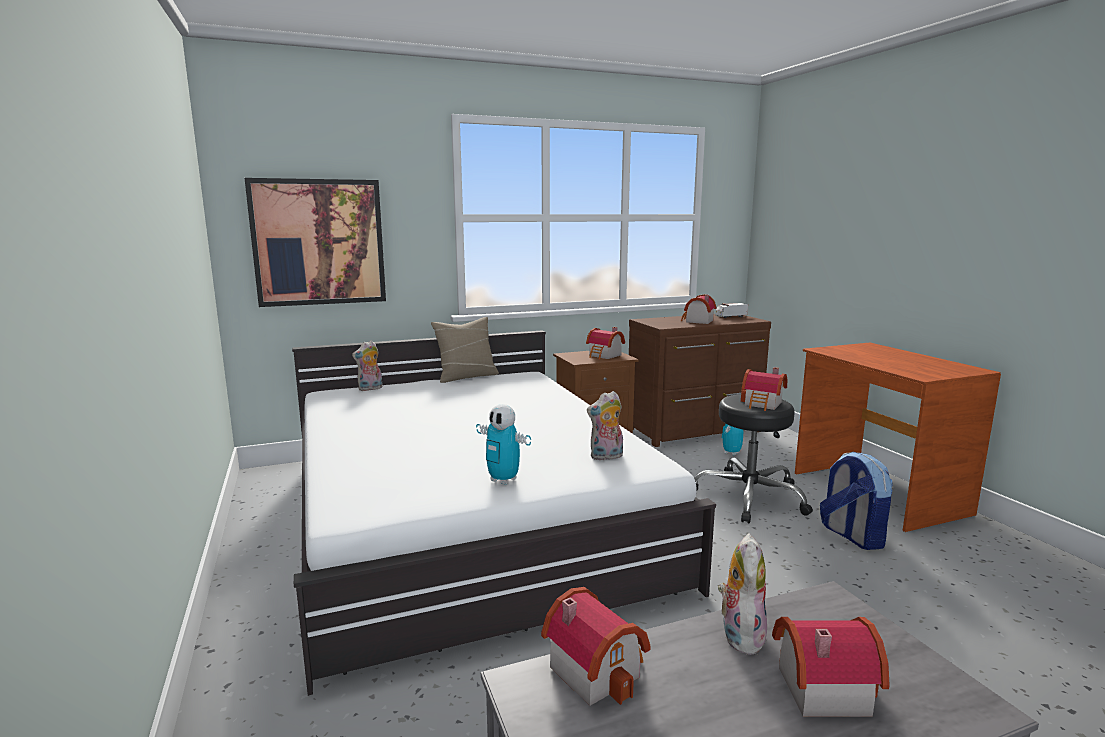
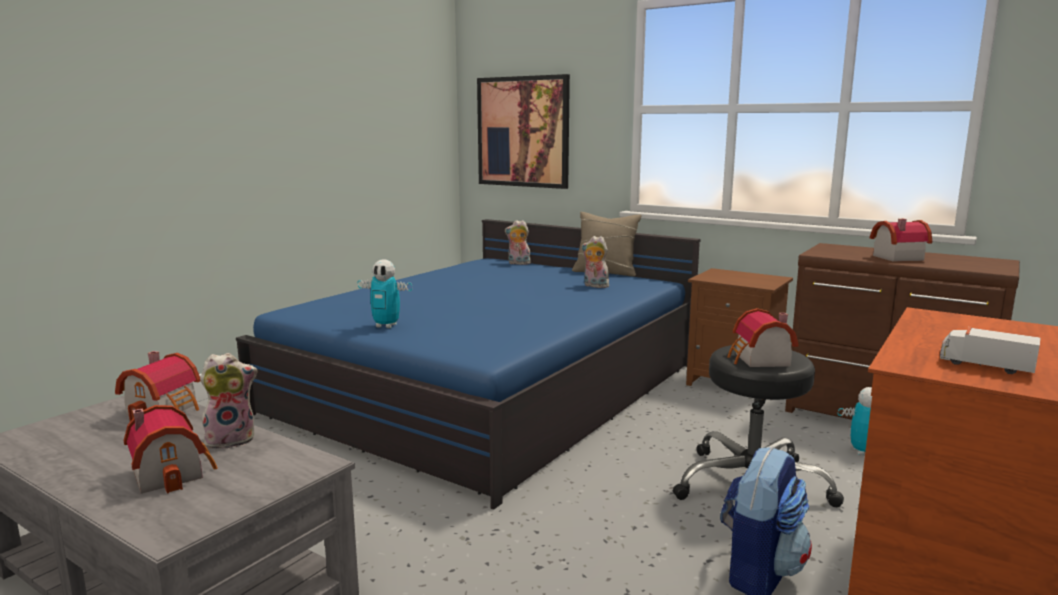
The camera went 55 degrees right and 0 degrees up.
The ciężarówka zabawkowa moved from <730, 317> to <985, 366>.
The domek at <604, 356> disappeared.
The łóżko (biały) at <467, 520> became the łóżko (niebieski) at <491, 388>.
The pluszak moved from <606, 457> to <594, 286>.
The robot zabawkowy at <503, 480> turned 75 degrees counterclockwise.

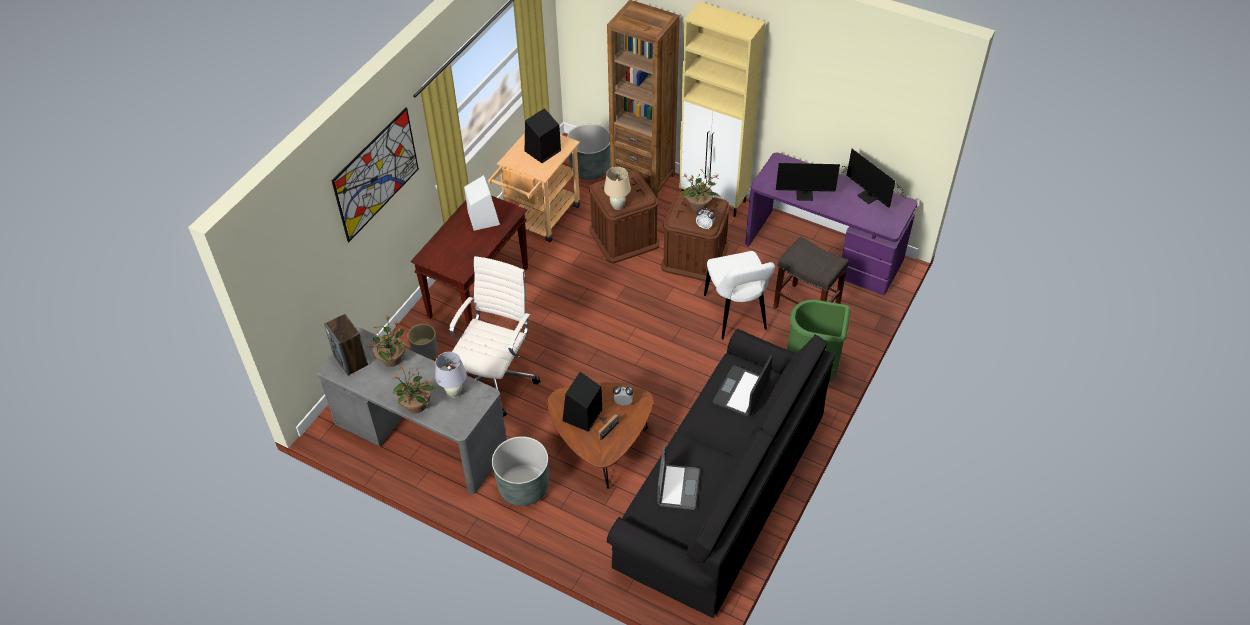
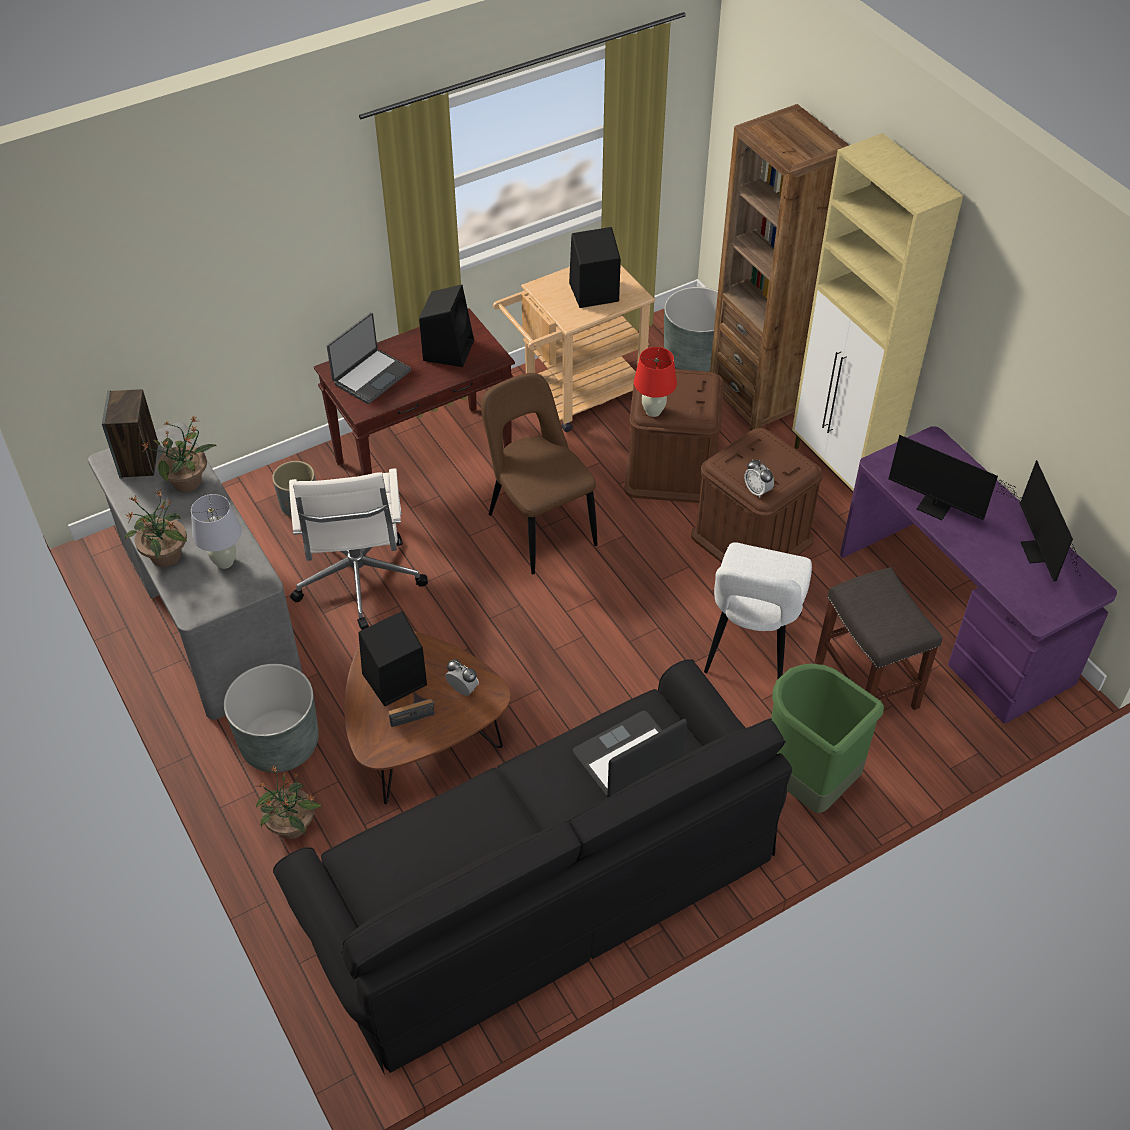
The camera went 30 degrees right and 0 degrees up.
The obraz at <376, 174> disappeared.
The lampa stołowa (beżowy) at <617, 206> became the lampa stołowa (czerwony) at <653, 411>.
The roślina doniczkowa moved from <699, 206> to <292, 826>.
The głośnik (biały) at <483, 218> became the głośnik (czarny) at <448, 349>.
The krzesło biurowe (biały) at <496, 378> turned 120 degrees clockwise.
The laptop moved from <677, 487> to <371, 376>.
The krzesło (brązowy) at <539, 526> appeared.

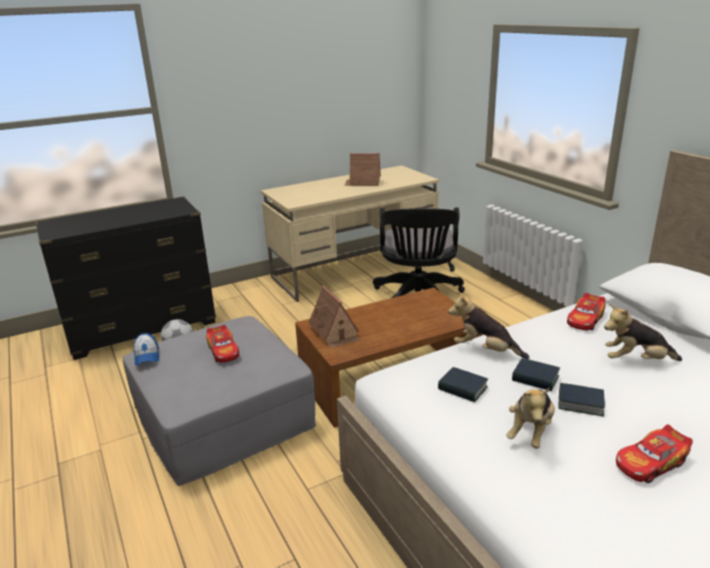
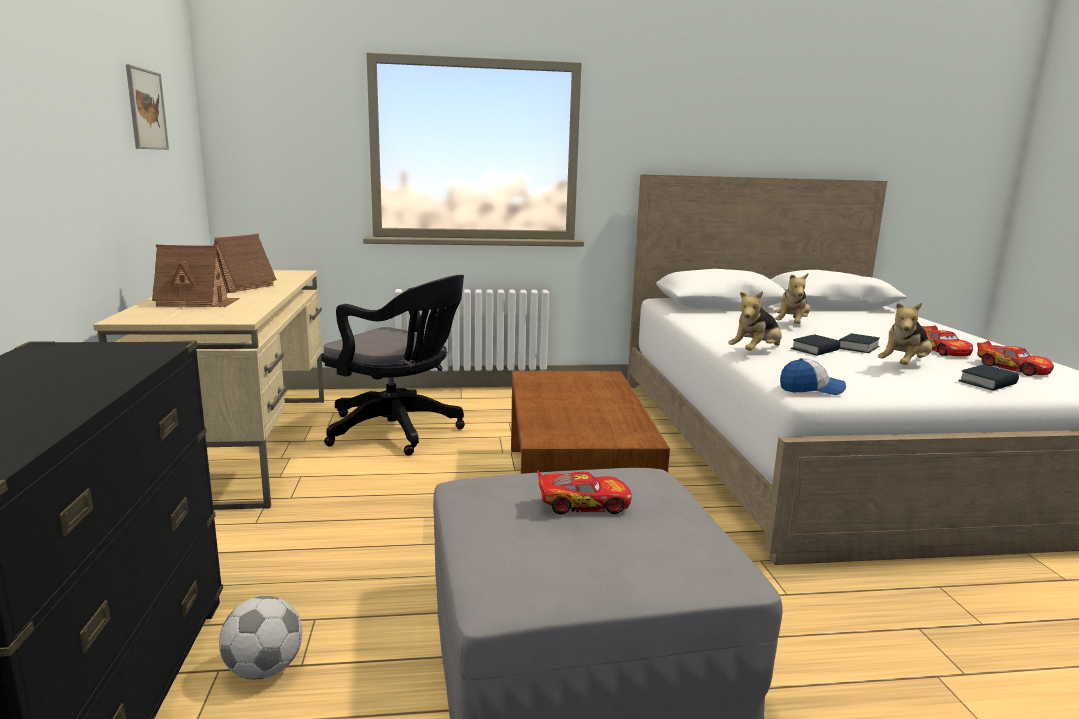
The camera went 70 degrees left and 10 degrees down.
The domek moved from <334, 332> to <197, 302>.
The samochodzik moved from <585, 319> to <1012, 368>.
The czapka z daszkiem moved from <147, 356> to <811, 389>.
The książka moved from <462, 389> to <988, 383>.
The pluszak at <530, 432> turned 90 degrees clockwise.
The obraz at <146, 109> appeared.

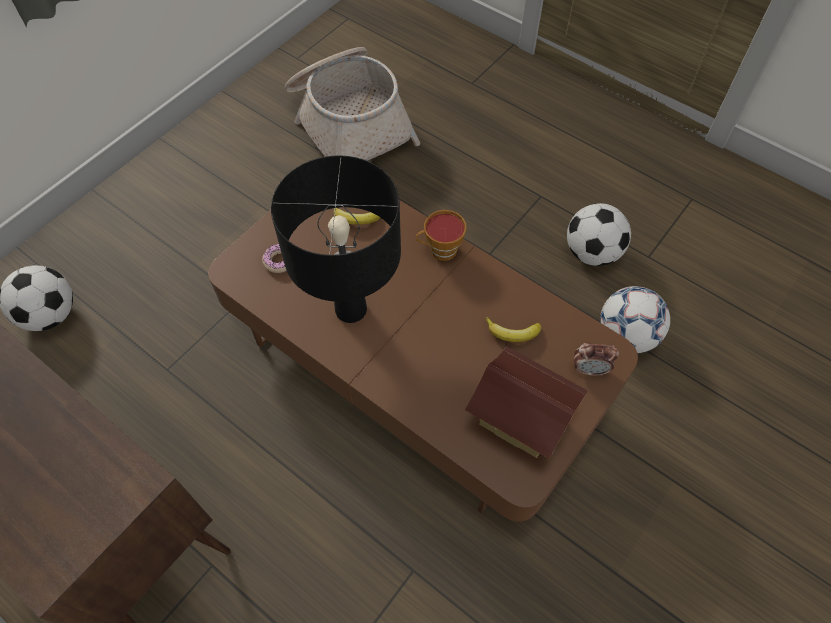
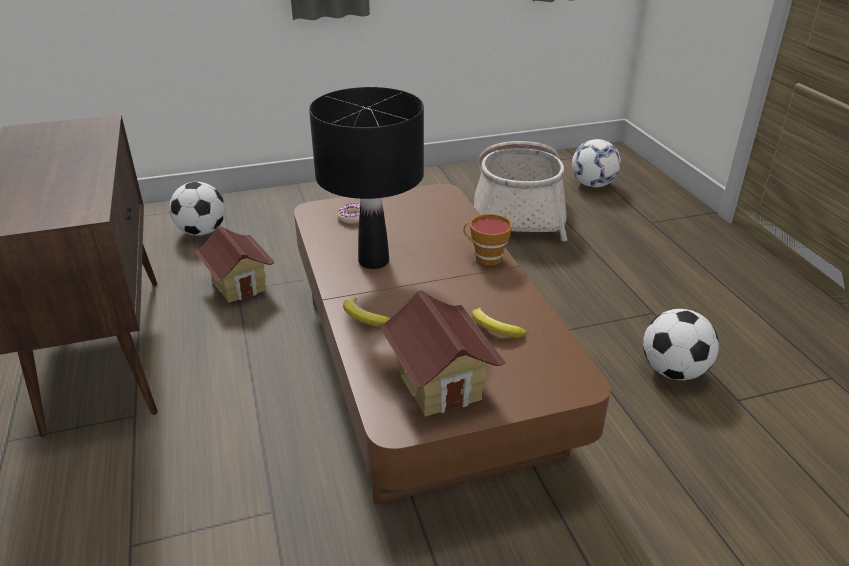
The camera went 35 degrees right and 25 degrees down.
The banan moved from <356, 219> to <365, 318>.
The piłka futbolowa moved from <626, 335> to <593, 185>.
The budzik at <589, 369> disappeared.
The domek at <239, 285> appeared.

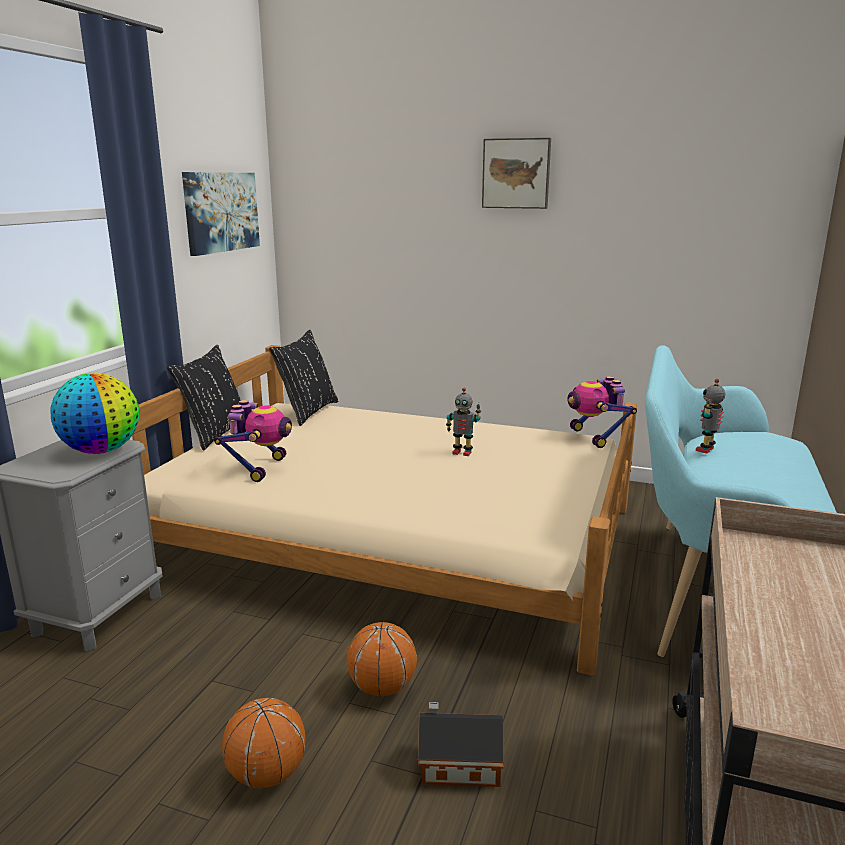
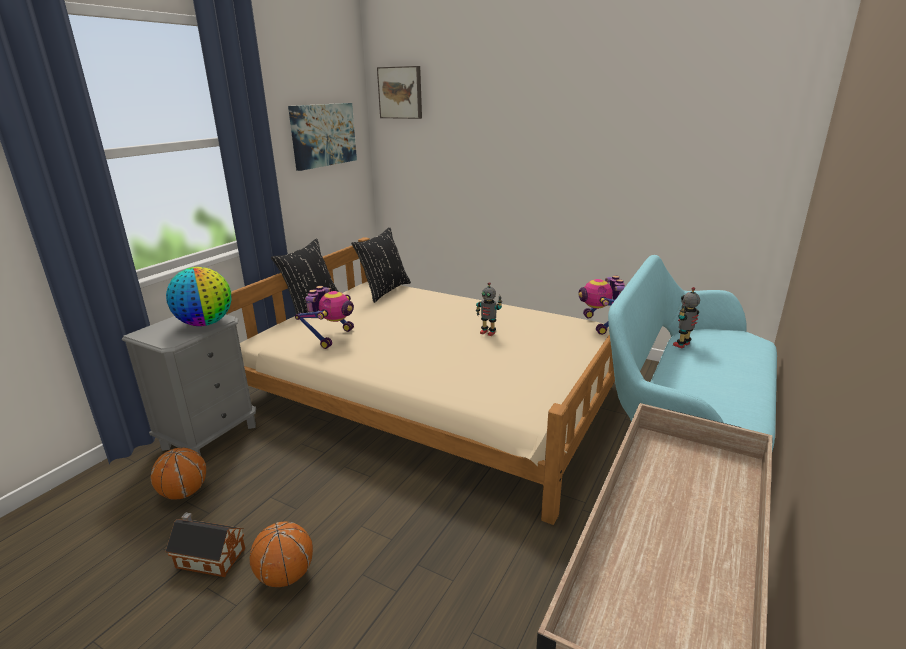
The camera went 10 degrees right and 5 degrees up.
The obraz moved from <516, 173> to <401, 92>.
The piłka do koszykówki moved from <382, 688> to <184, 493>.
The domek moved from <456, 764> to <209, 557>.

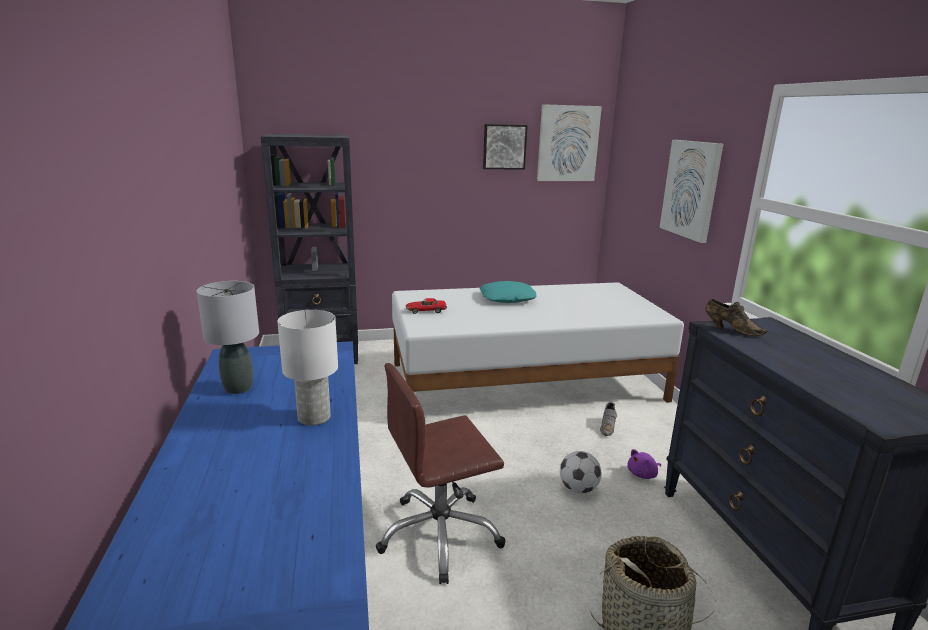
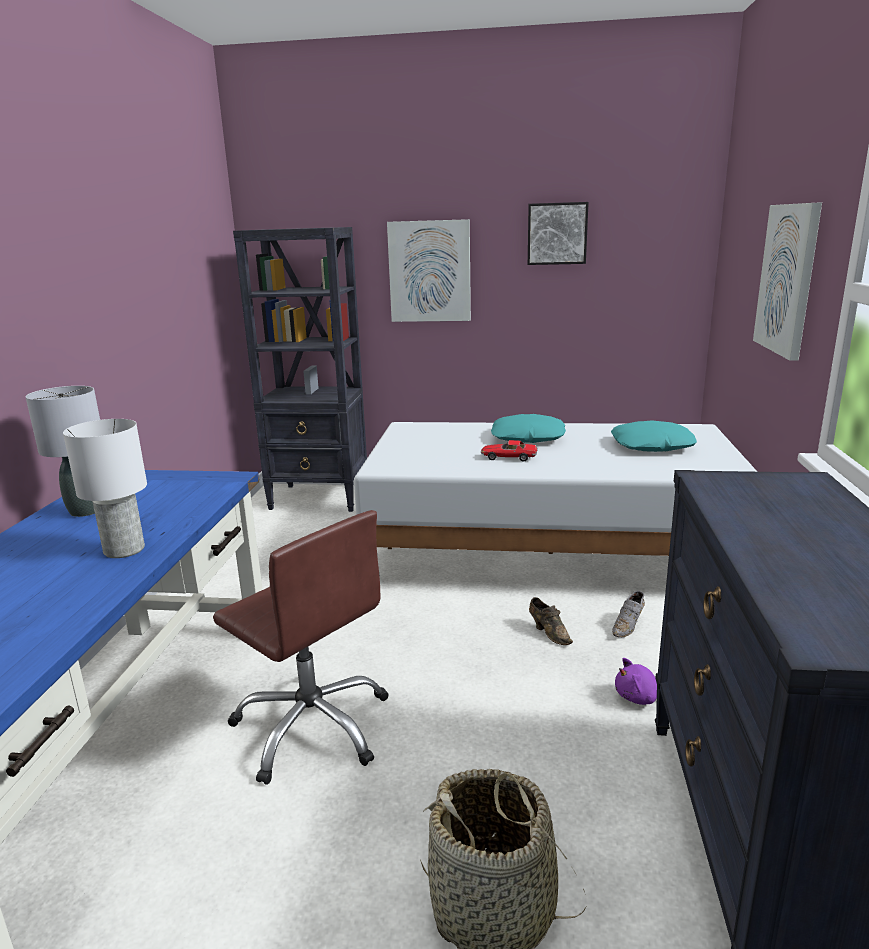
The camera went 20 degrees right and 0 degrees up.
The obraz moved from <568, 143> to <429, 271>.
The samochodzik moved from <426, 311> to <508, 457>.
The but (brązowy) moved from <730, 329> to <549, 632>.
The krzesło biurowe (brązowy) at <440, 535> turned 135 degrees counterclockwise.
The piłka futbolowa at <578, 489> disappeared.
The poduszka (turkusowy) at <652, 446> appeared.

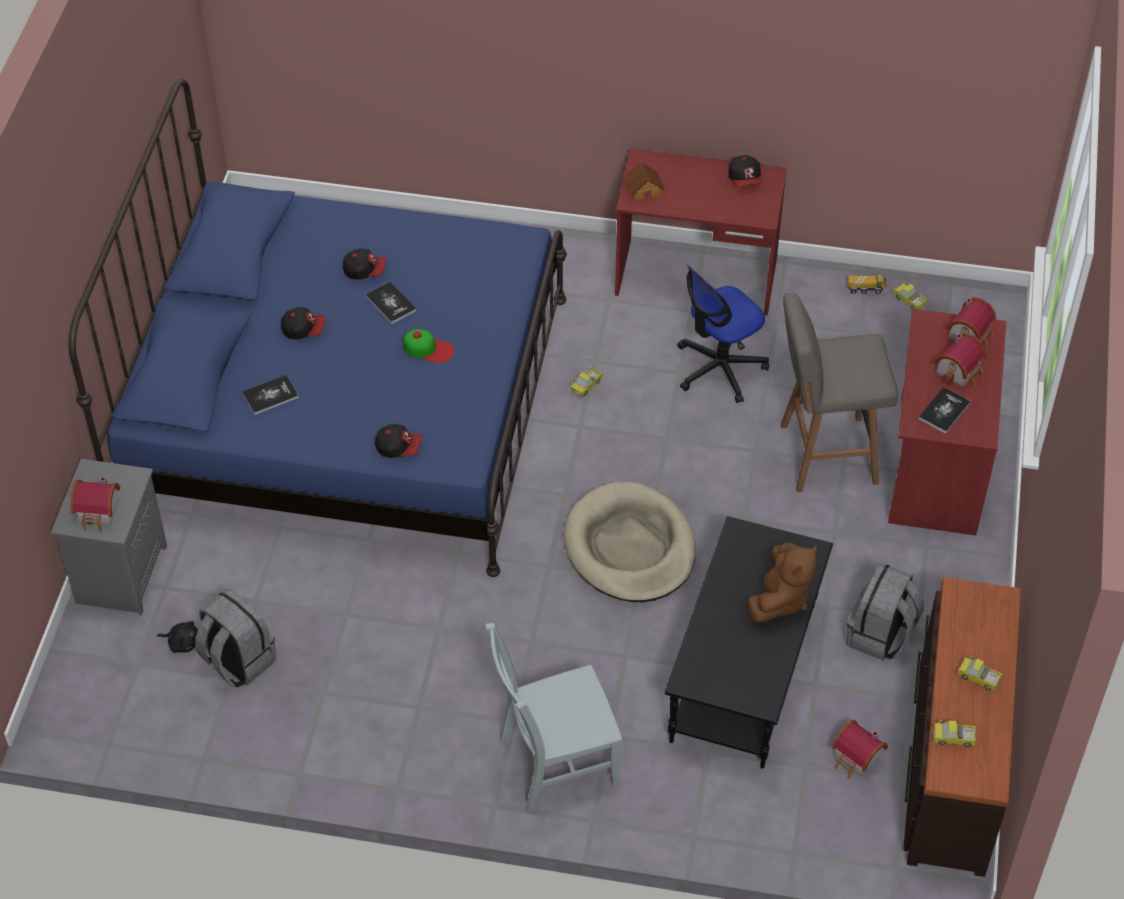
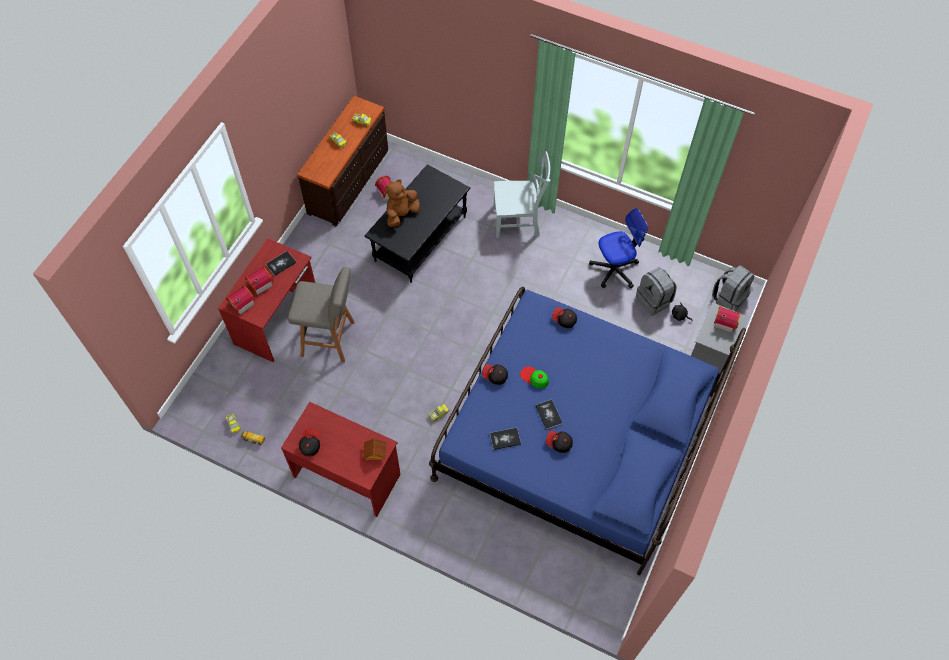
The camera went 165 degrees left and 10 degrees up.
The krzesło biurowe moved from <719, 368> to <614, 269>.
The czapka z daszkiem moved from <304, 329> to <495, 376>.
The książka moved from <270, 396> to <505, 439>.
The legowisko (beżowy) at <630, 547> disappeared.
The plecak (szary) moved from <880, 635> to <729, 297>.

